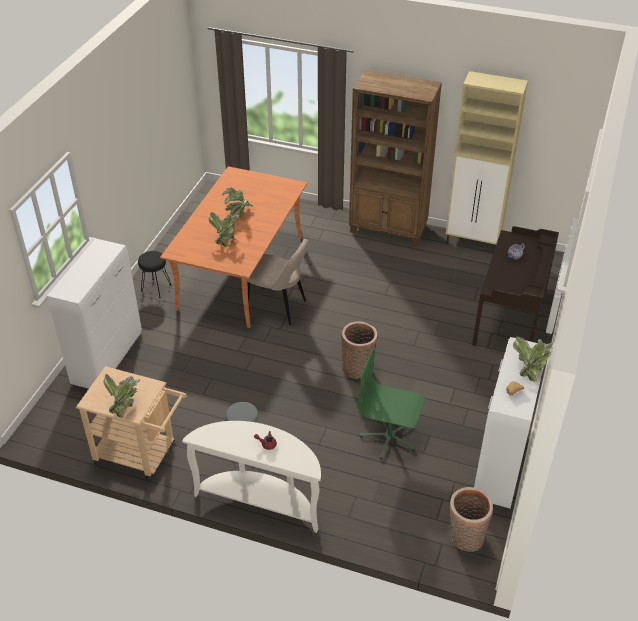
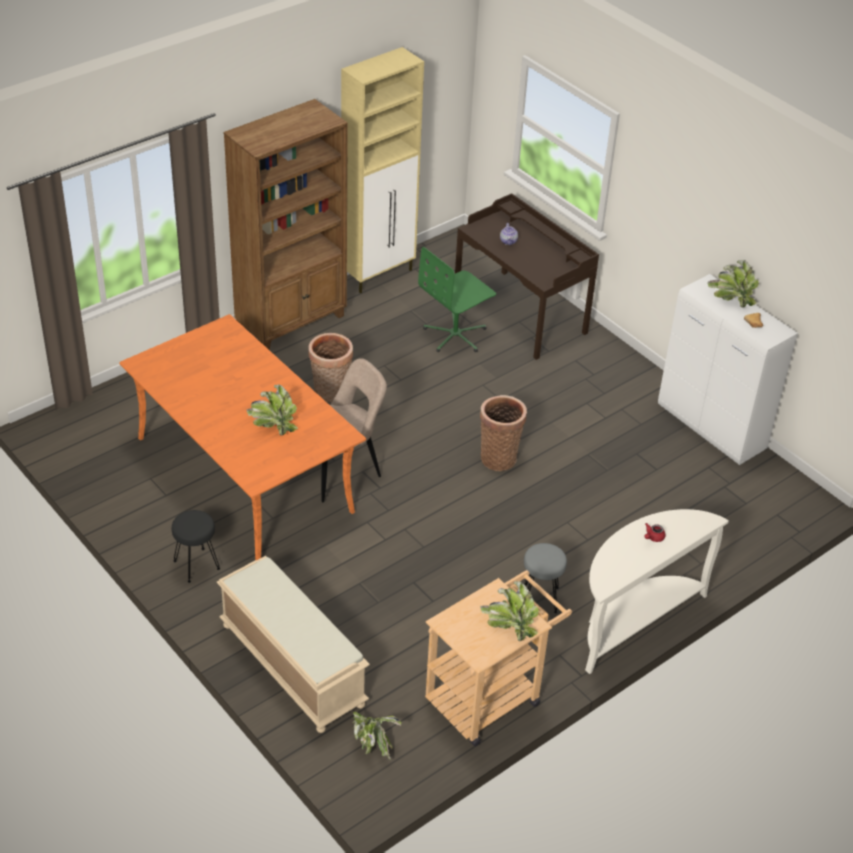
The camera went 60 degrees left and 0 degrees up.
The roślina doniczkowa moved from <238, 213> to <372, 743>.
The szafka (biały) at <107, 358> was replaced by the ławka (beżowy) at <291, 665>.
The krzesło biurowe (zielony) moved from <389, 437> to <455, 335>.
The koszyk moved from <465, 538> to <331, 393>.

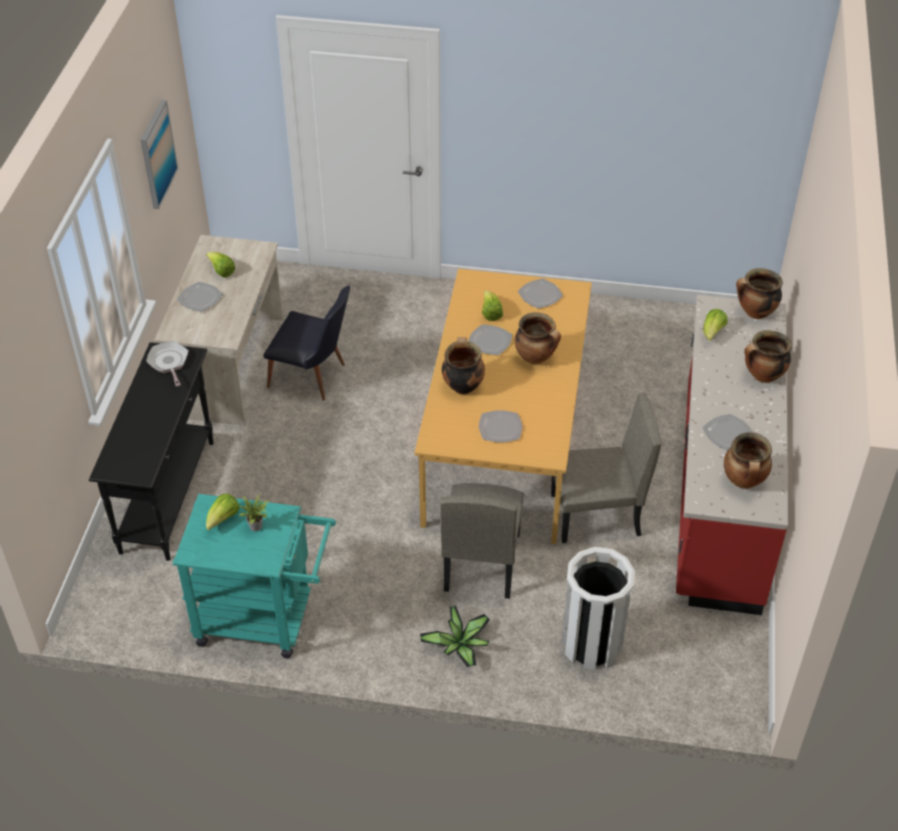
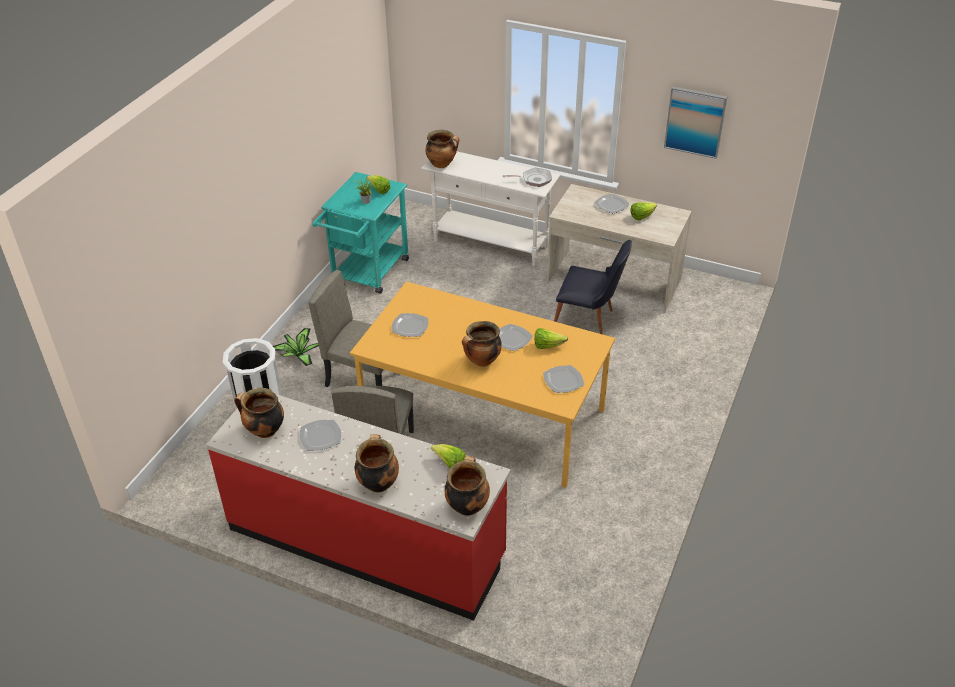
The camera went 105 degrees right and 5 degrees down.
The krzesło (czarny) at <313, 378> turned 105 degrees counterclockwise.
The garnek moved from <462, 385> to <442, 164>.
The stolik konsolowy (czarny) at <168, 496> became the stolik konsolowy (biały) at <491, 244>.

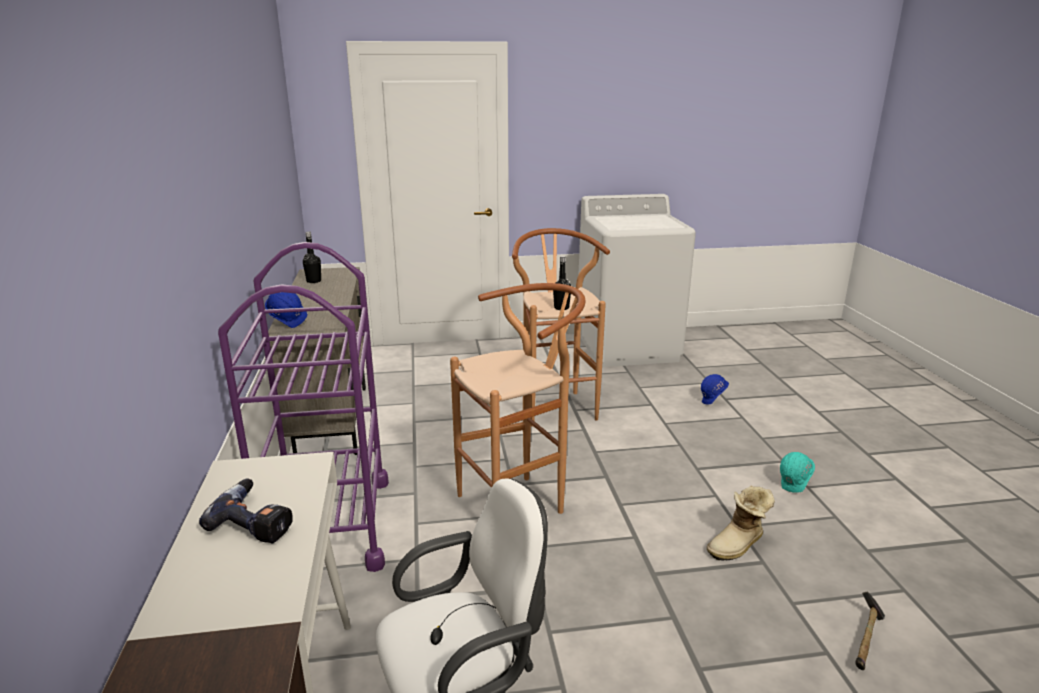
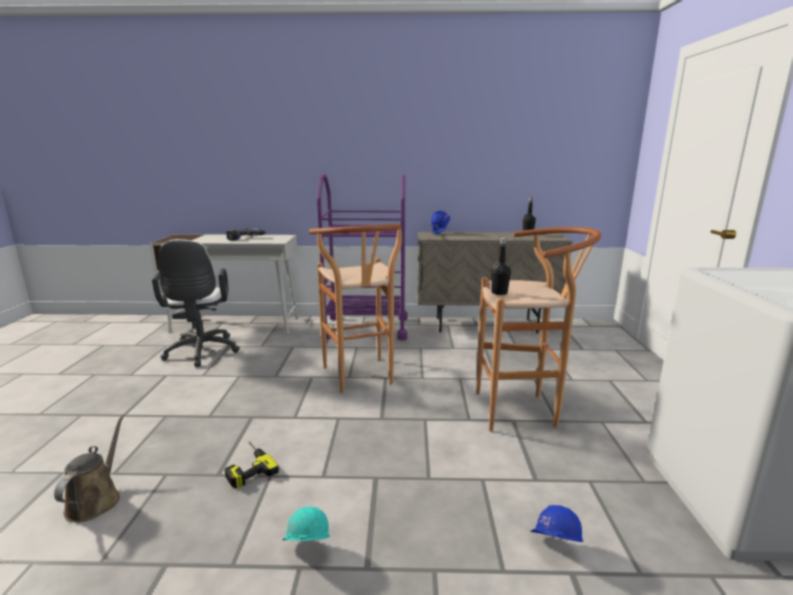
The camera went 100 degrees right and 5 degrees down.
The but z cholewką at <738, 545> was replaced by the wiertarka at <247, 467>.
The młotek at <866, 640> was replaced by the konewka (brązowy) at <96, 500>.

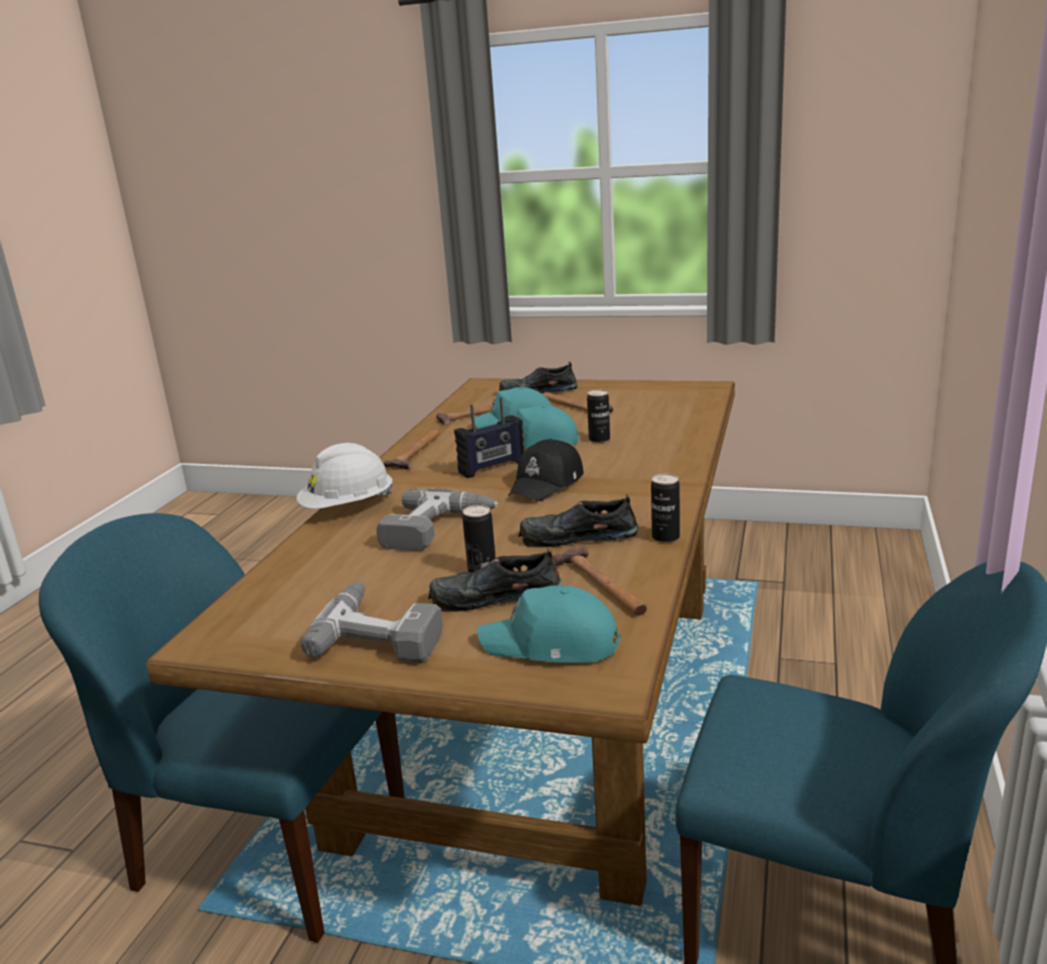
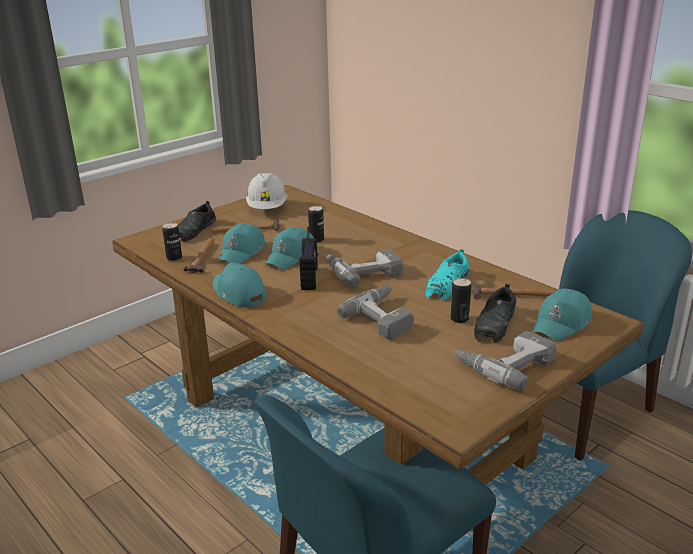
The camera went 60 degrees left and 5 degrees up.
The młotek at <417, 452> was replaced by the czapka z daszkiem (turkusowy) at <238, 293>.
The czapka z daszkiem (czarny) at <547, 484> was replaced by the wiertarka at <362, 271>.
The kask (biały) moved from <348, 508> to <267, 208>.
The puszka moved from <665, 537> to <174, 258>.
The but (czarny) at <576, 537> became the but (turkusowy) at <447, 284>.

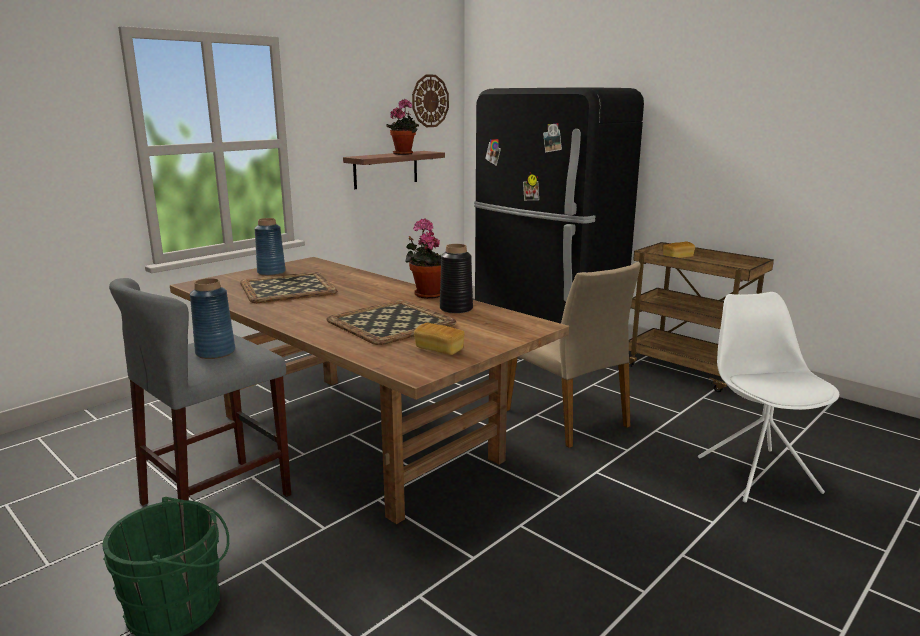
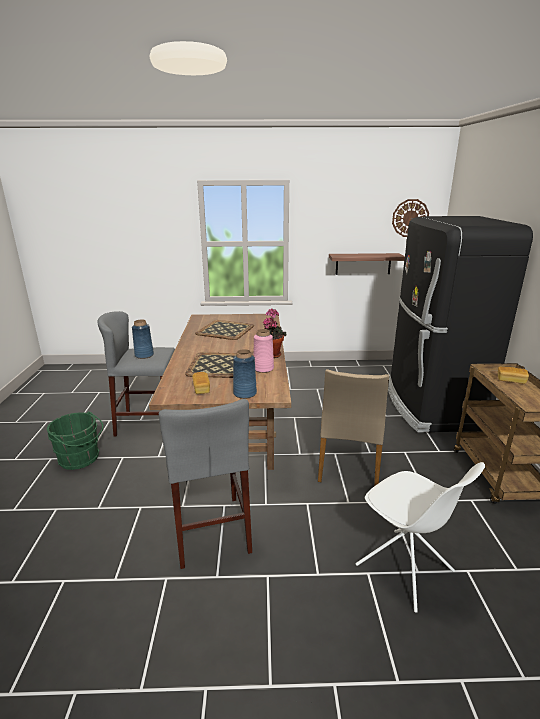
The camera went 45 degrees right and 5 degrees up.
The roślina doniczkowa at <404, 153> disappeared.
The wazon (niebieski) moved from <271, 272> to <244, 393>.
The wazon (czarny) at <456, 309> became the wazon (różowy) at <263, 368>.
The krzesło (biały) at <756, 473> turned 105 degrees clockwise.
The stołek (szary) at <211, 529> appeared.

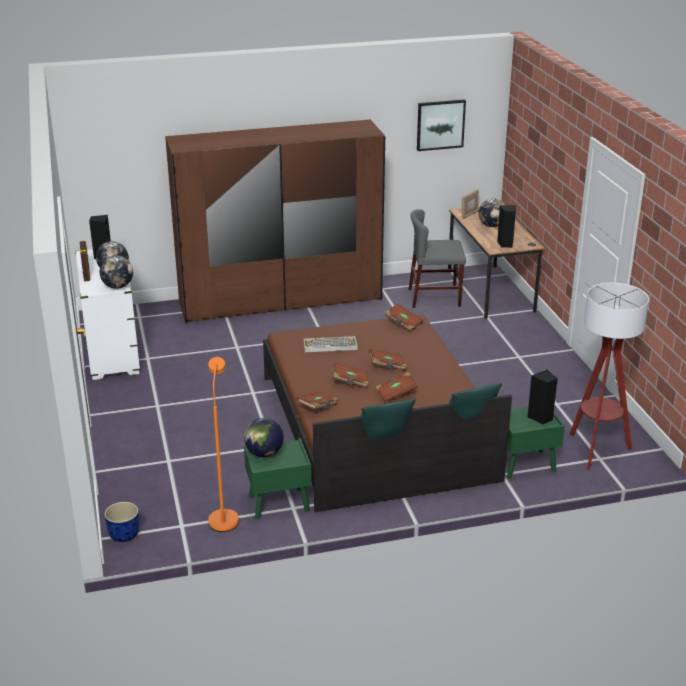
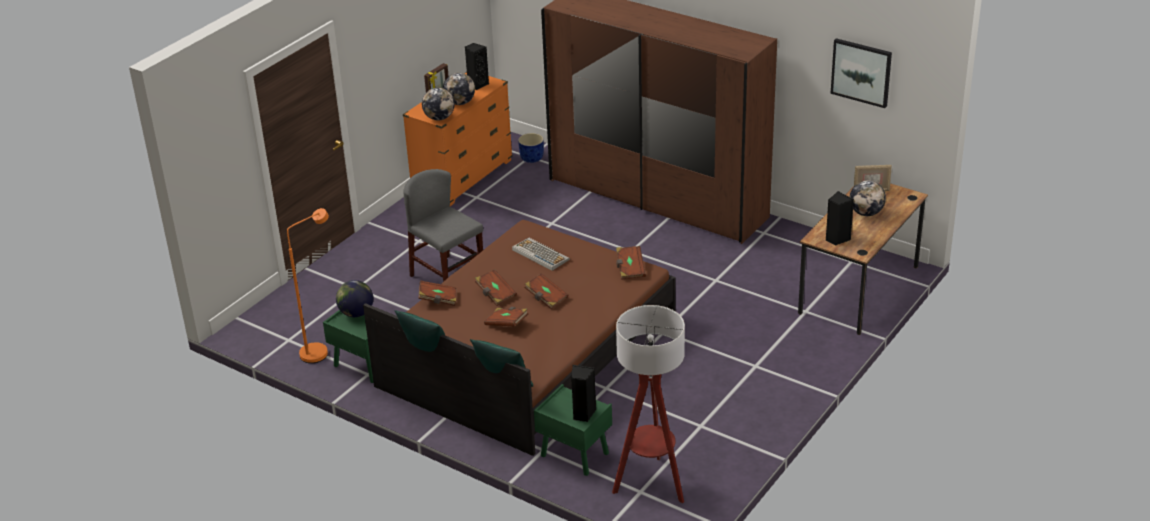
The camera went 50 degrees right and 5 degrees up.
The krzesło (szary) moved from <434, 298> to <447, 277>.
The komoda (biały) at <112, 352> became the komoda (pomarańczowy) at <463, 178>.
The donica (niebieski) moved from <124, 534> to <532, 158>.

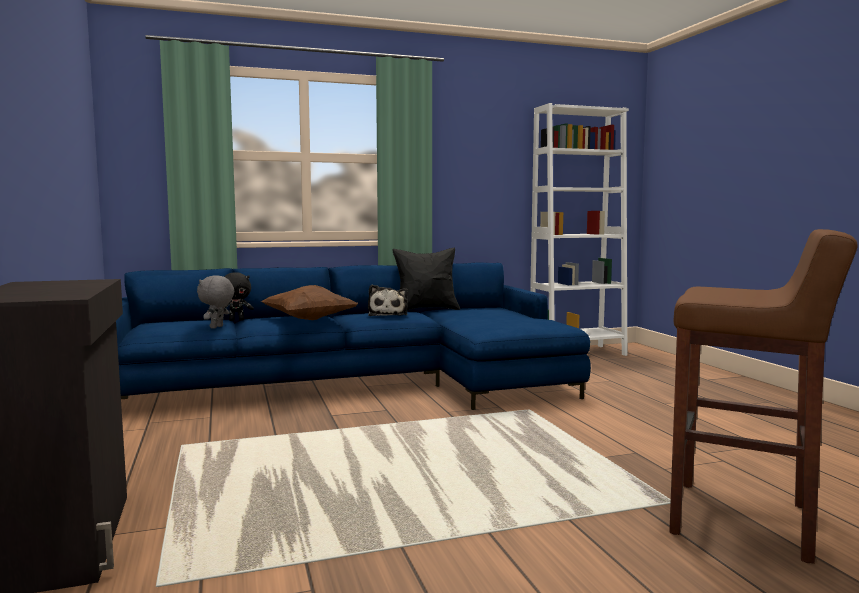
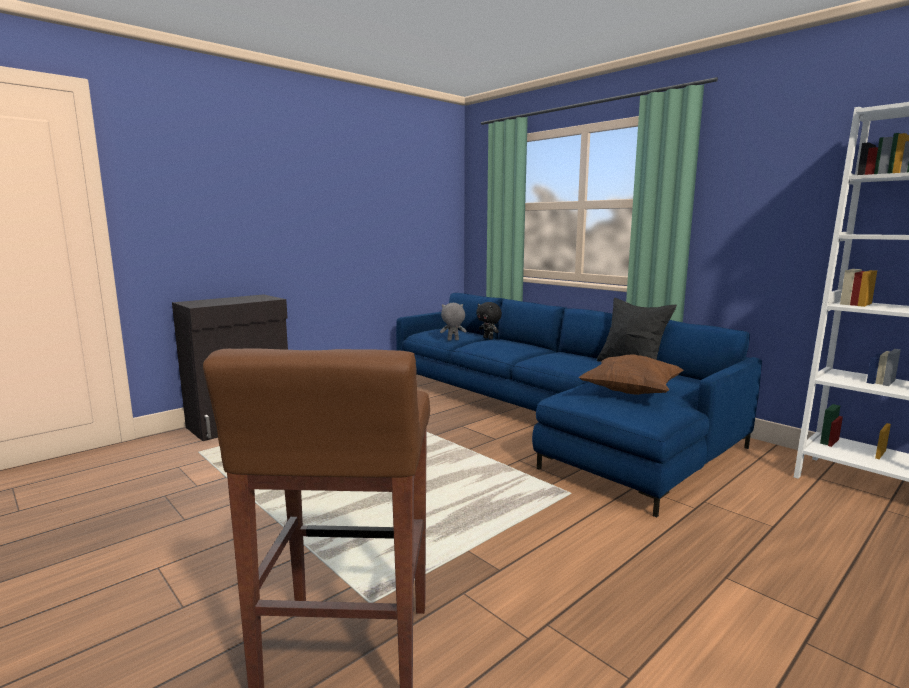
The camera went 65 degrees right and 5 degrees up.
The pluszak at <388, 314> disappeared.
The poduszka (brązowy) moved from <309, 320> to <630, 392>.

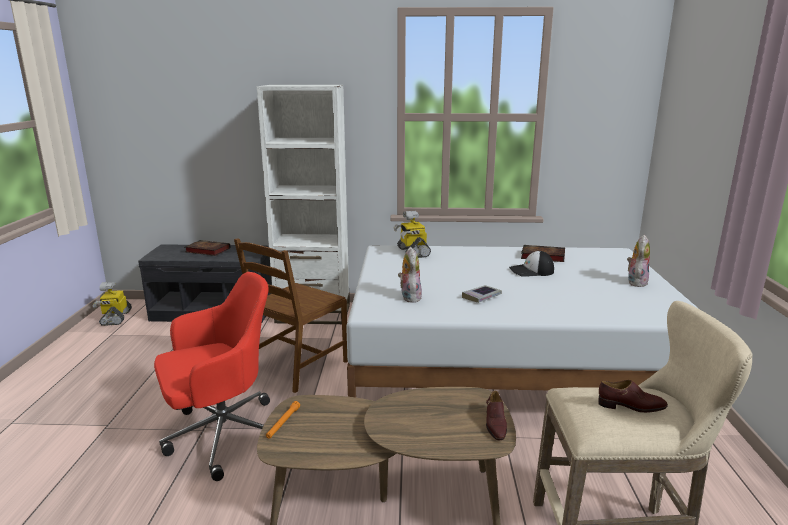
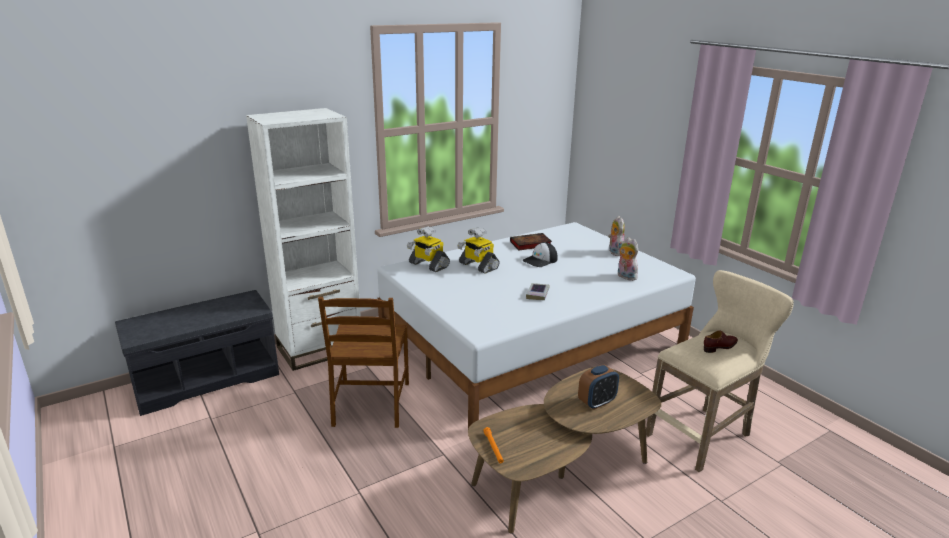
The camera went 35 degrees left and 5 degrees up.
The książka at <206, 250> disappeared.
The pluszak moved from <409, 297> to <625, 277>.
The krzesło biurowe (czerwony) at <222, 436> disappeared.
The robot zabawkowy moved from <115, 318> to <478, 266>.
The but (brązowy) at <495, 424> disappeared.
The budzik at <597, 402> appeared.

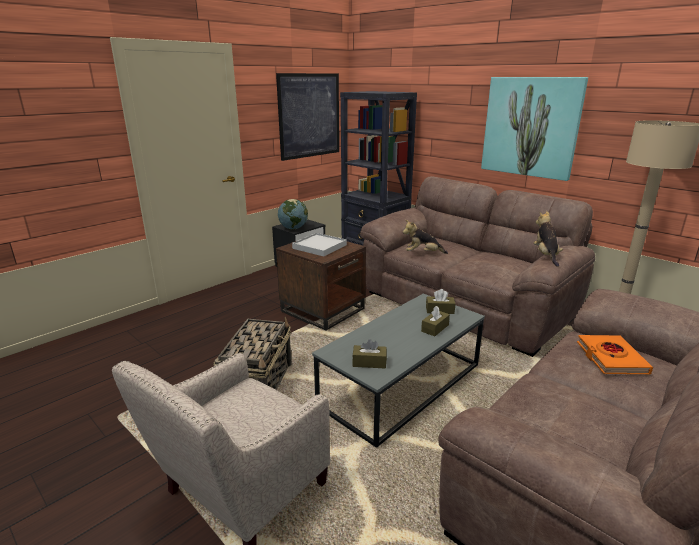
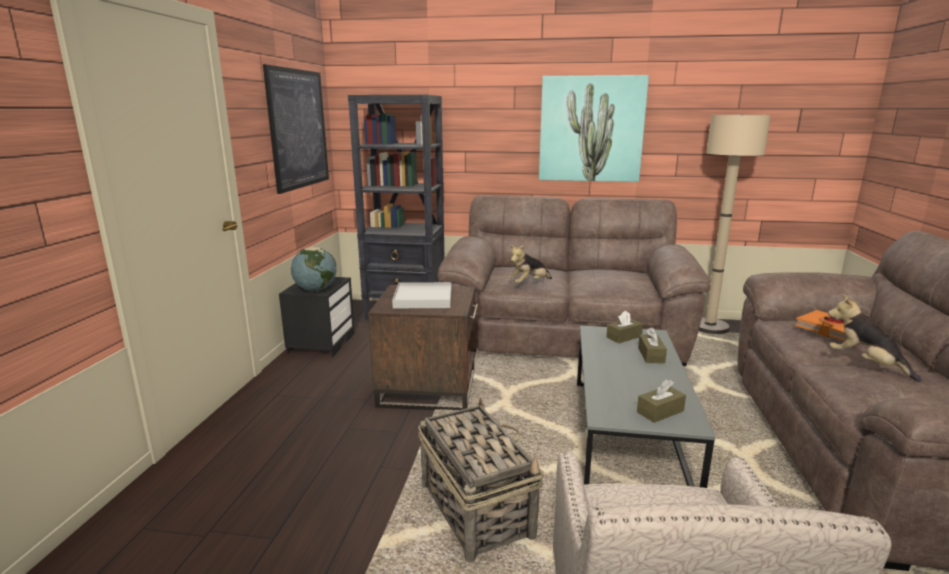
The camera went 35 degrees left and 5 degrees down.
The pluszak moved from <545, 255> to <865, 364>.

